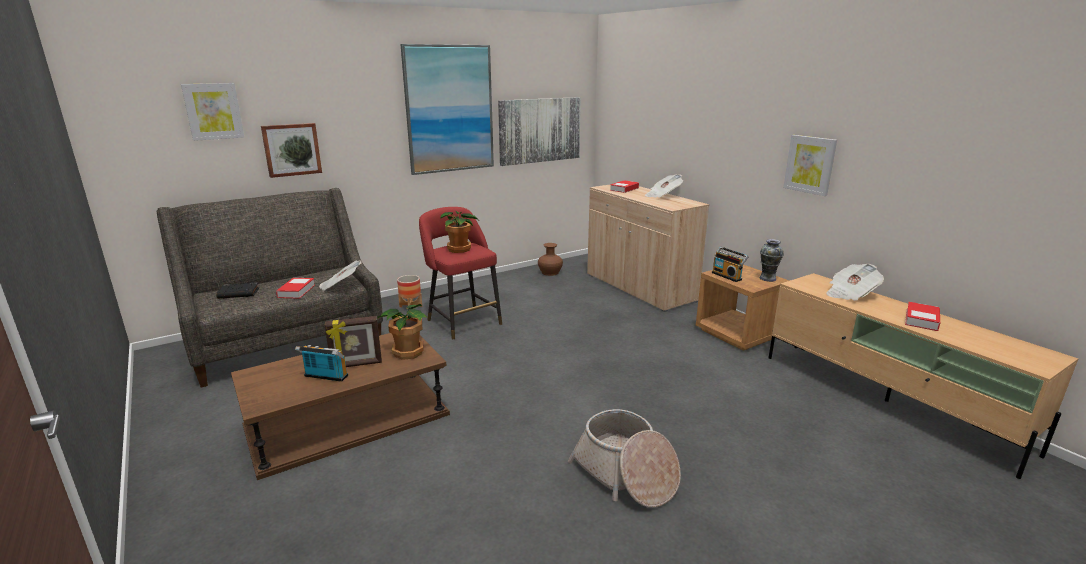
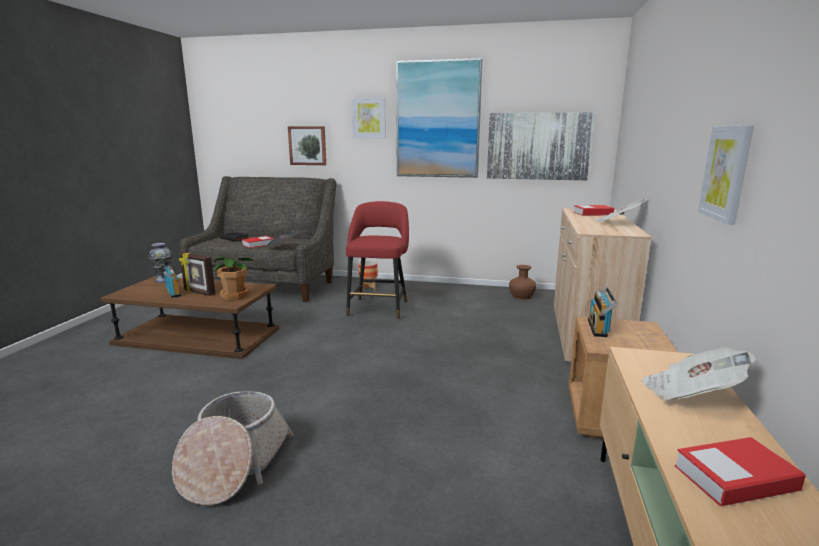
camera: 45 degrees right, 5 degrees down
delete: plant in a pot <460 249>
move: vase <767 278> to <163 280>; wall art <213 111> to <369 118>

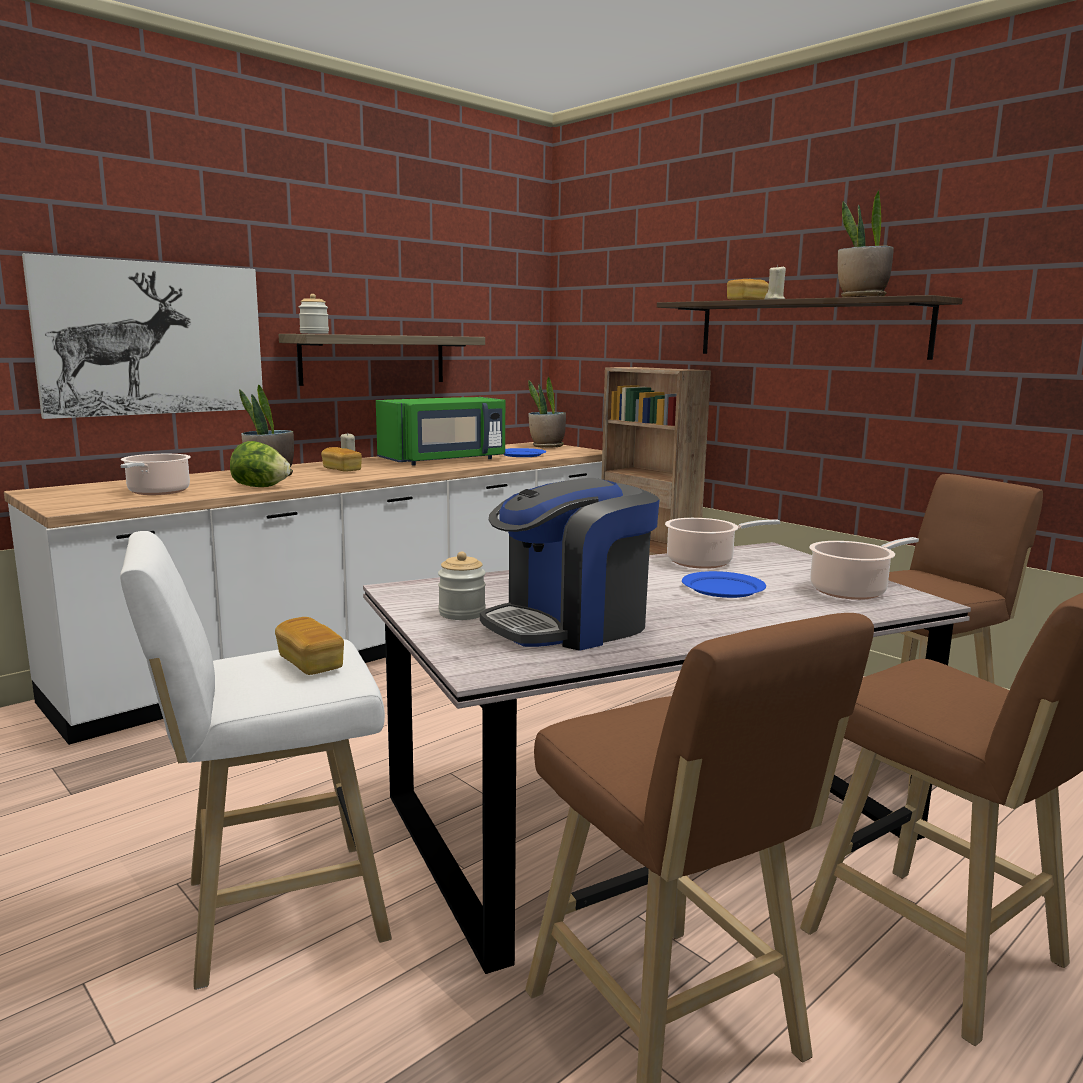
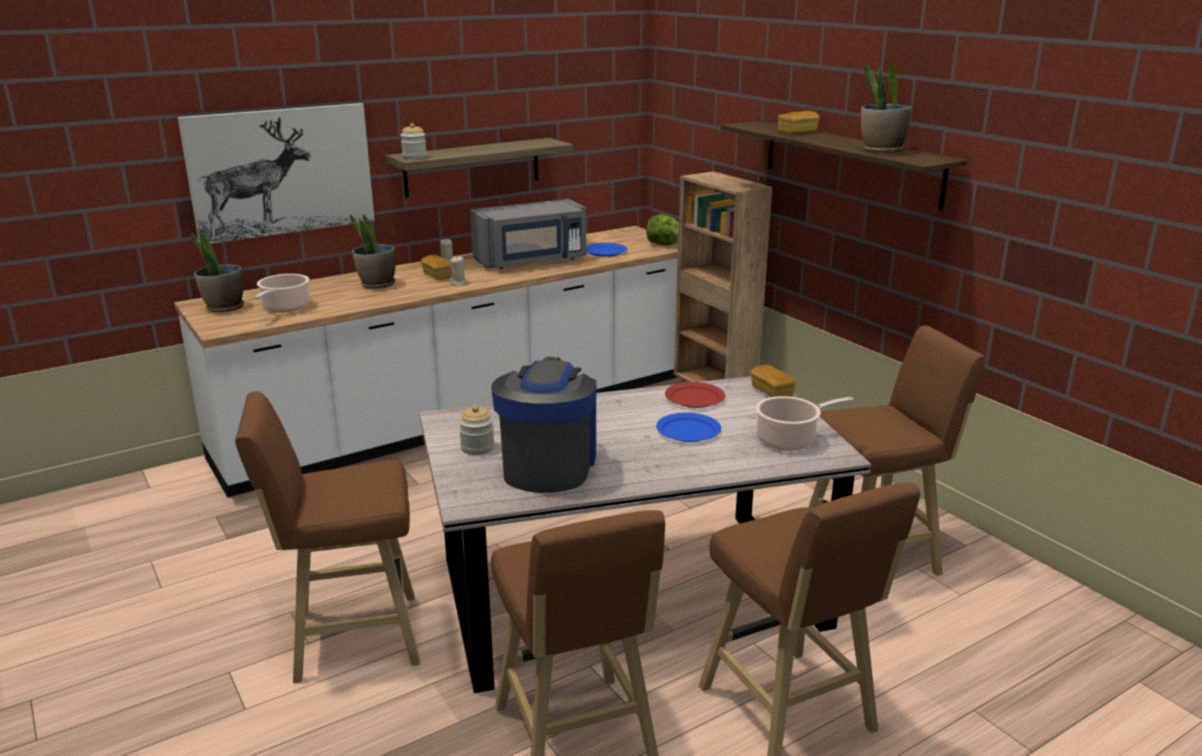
camera: 10 degrees right, 10 degrees up
move: plant in a pot <547 446> to <224 308>; wax candle/beige-coloured <774 300> to <458 283>; lettuce <260 487> to <664 245>; bakery bread <310 663> to <771 392>
replace: cooking pot <704 562> to flat dish/reddish <695 398>
recolor: stool/white <273 912> to stool/brown <349 638>; microwave oven/green <445 460> to microwave oven/grey <531 261>
rotate: coffee maker <570 625> = <548 465> 120 degrees clockwise

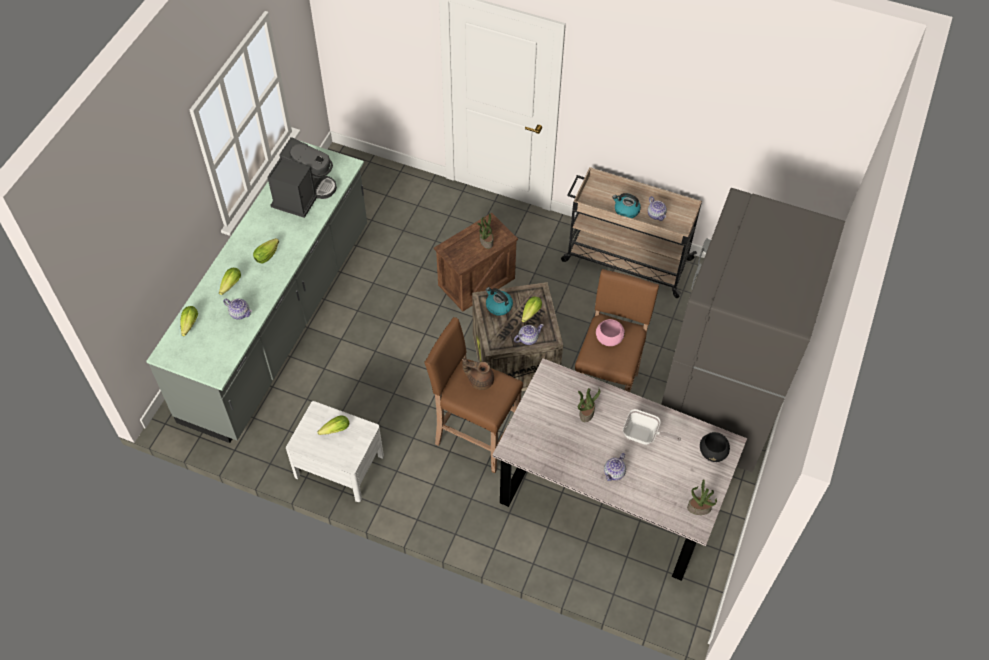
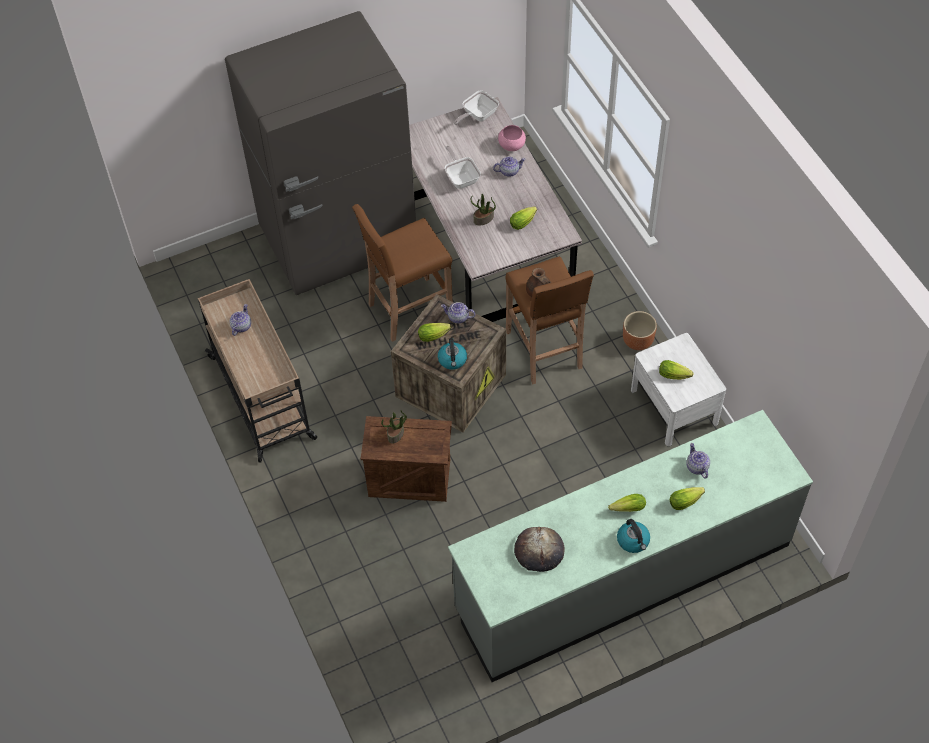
camera: 135 degrees left, 0 degrees up
delete: bowl/black <713 452>
insert: planter/brown <638 341>
move: bowl/pinkish <608 338> to <511 146>; lettuce <189 326> to <524 221>; kettle <626 210> to <633 541>
replace: plant in a pot <699 508> to frying pan <477 116>; coffee maker <303 194> to bakery bread <539 551>

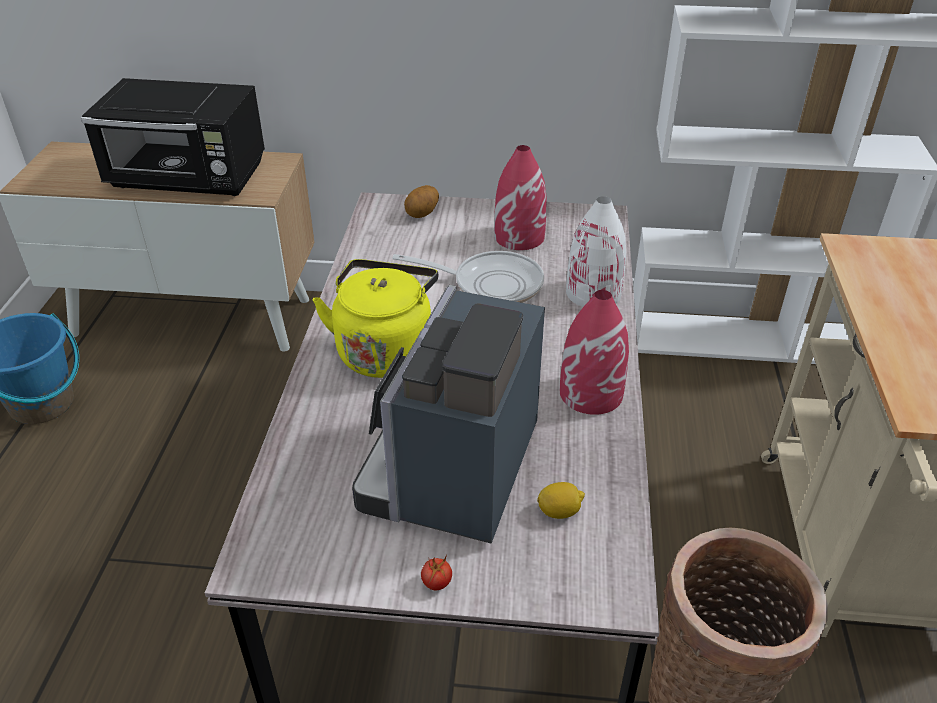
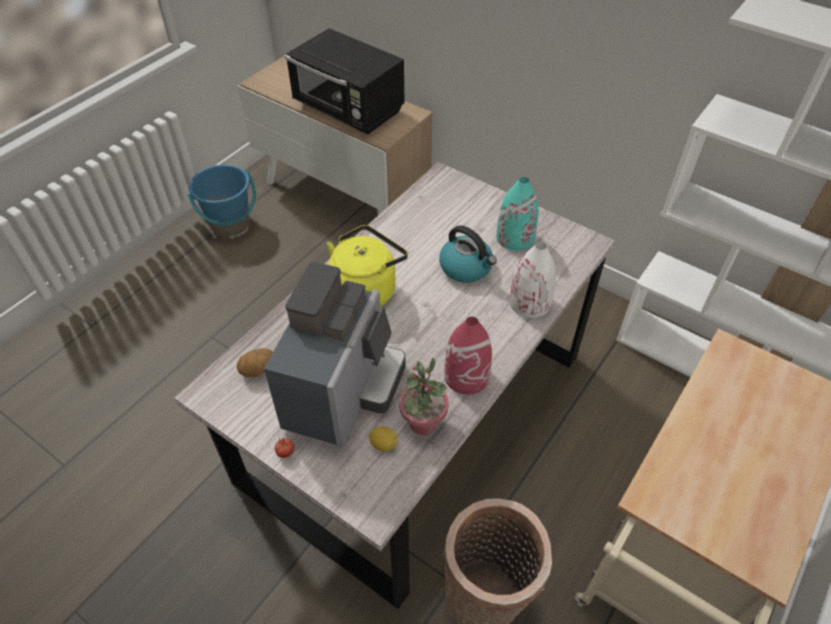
camera: 30 degrees right, 10 degrees up
insert: plant in a pot <423 423>
move: potato <422 214> to <258 370>
replace: frying pan <490 284> to kettle <466 267>
recolor: vase/reddish <519 236> to vase/blue-green <515 237>
rotate: coffee maker <454 474> = <343 391> 150 degrees clockwise

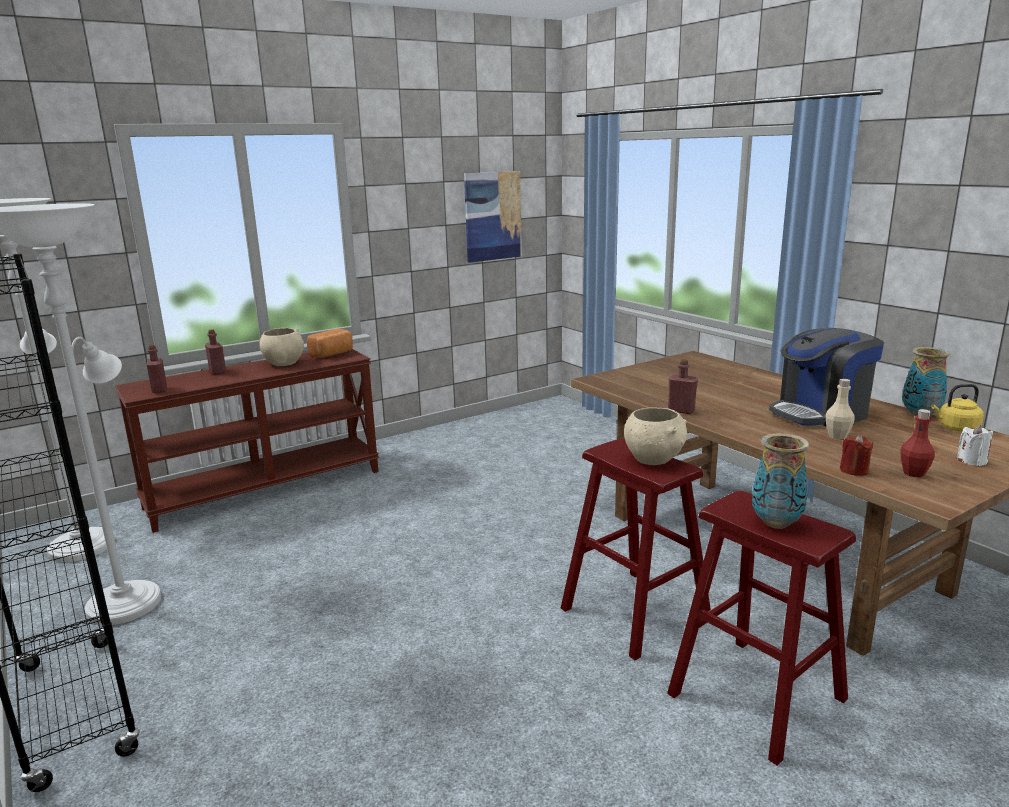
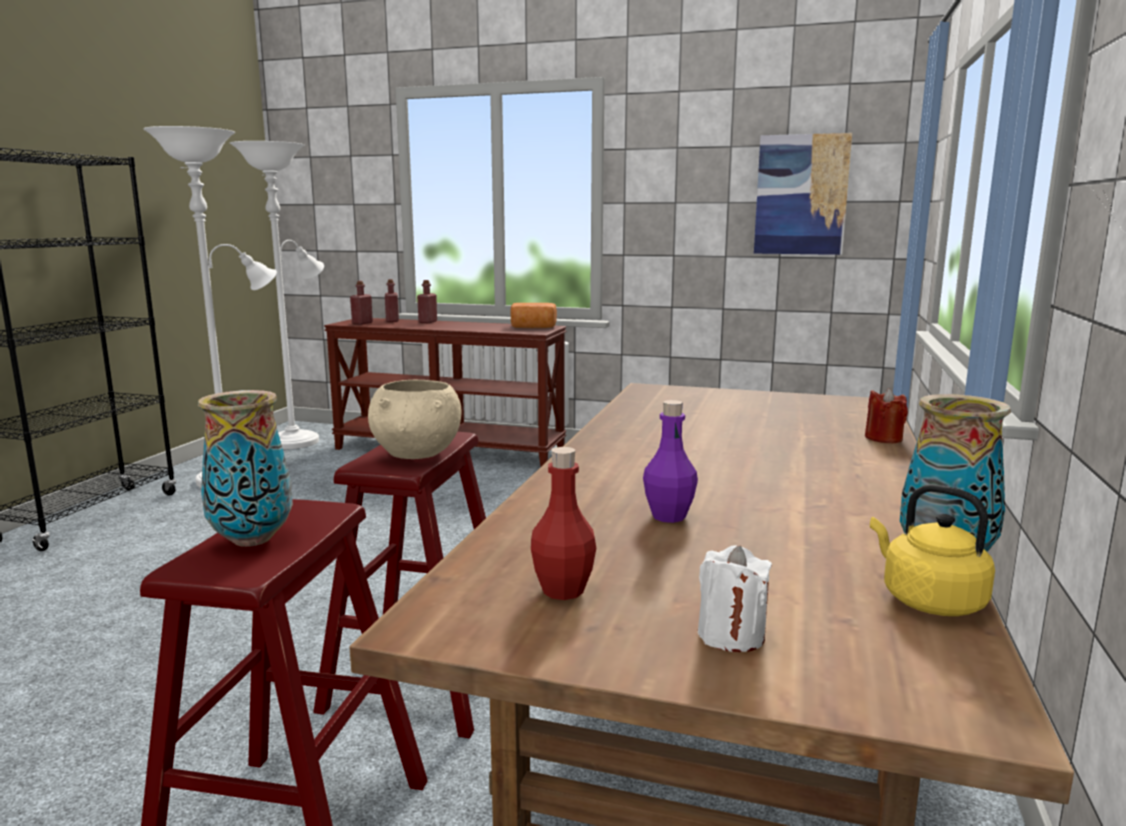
camera: 50 degrees right, 5 degrees down
delete: bowl/beige-coloured <283 363>; coffee maker <821 413>
move: beverage bottle/reddish <681 410> to <392 321>; wax candle/reddish <854 470> to <883 438>
recolor: beverage bottle/beige-coloured <837 436> to beverage bottle/purple-coloured <668 516>

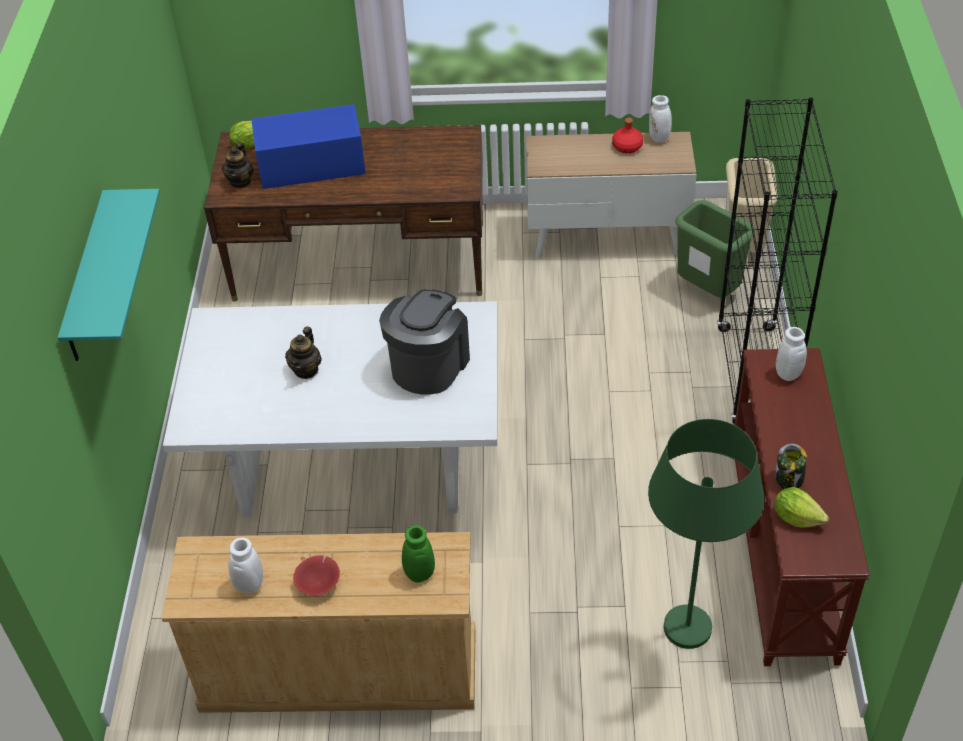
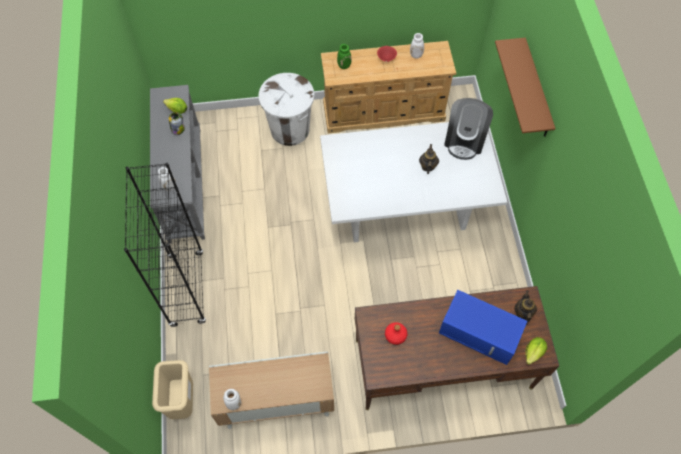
camera: 170 degrees right, 15 degrees up
delete: standard lamp/green <685 651>; rubbish bin/green <708 291>
insert: rubbish bin/white <290 130>
move: beverage bottle/reddish <627 147> to <395 335>; coffee maker <428 365> to <464 140>
recolor: hall table/brown <784 549> to hall table/grey <184 184>; wall shelf/blue-green <87 279> to wall shelf/brown <536 90>
rotate: microwave oven/bluish <310 165> = <480 333> 45 degrees clockwise

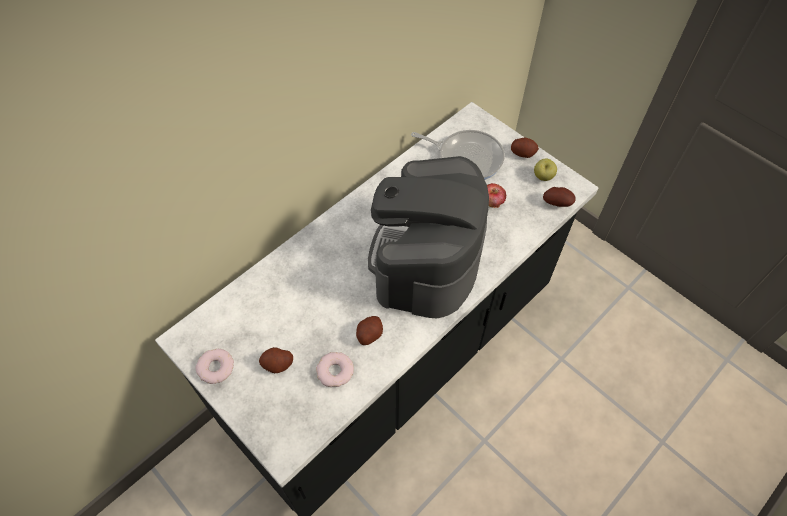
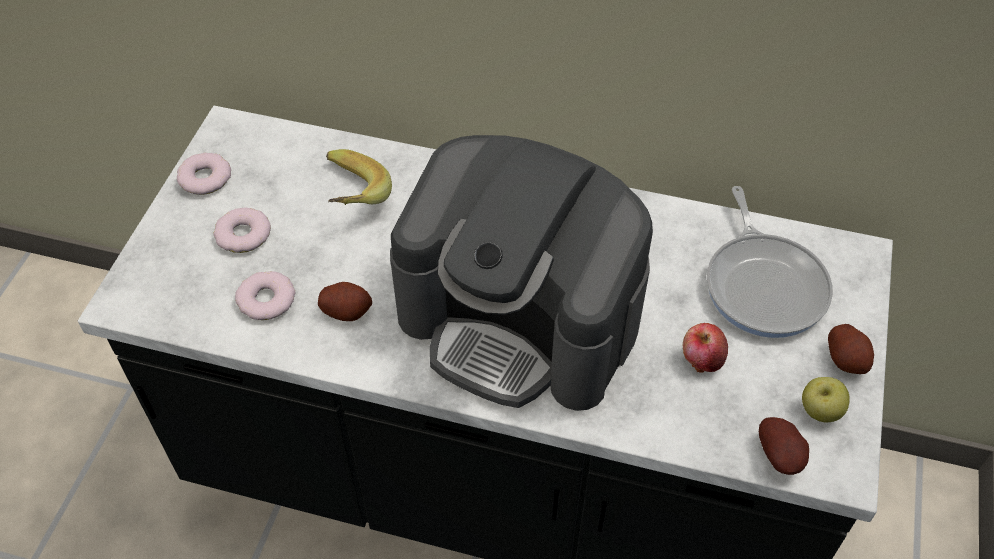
camera: 60 degrees right, 5 degrees down
insert: banana <348 197>
replace: potato <278 364> to ring doughnut <243 235>
rotate: coffee maker <426 260> = <521 320> 135 degrees counterclockwise

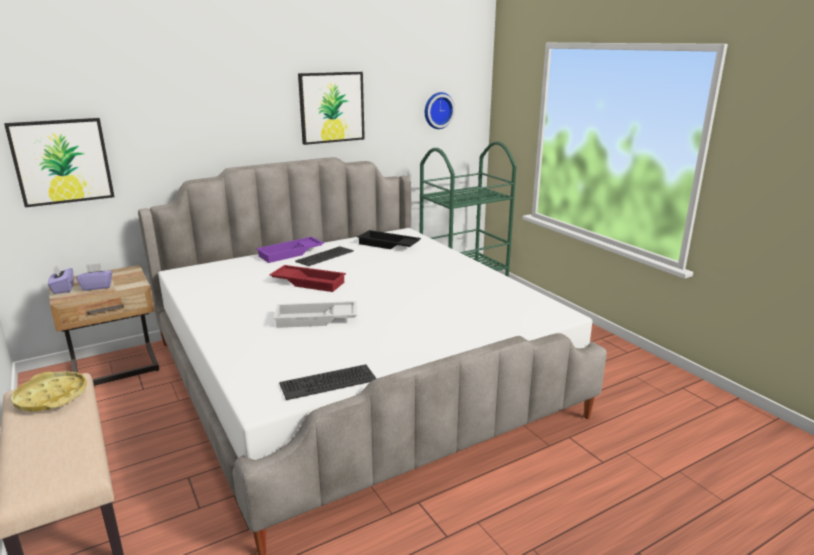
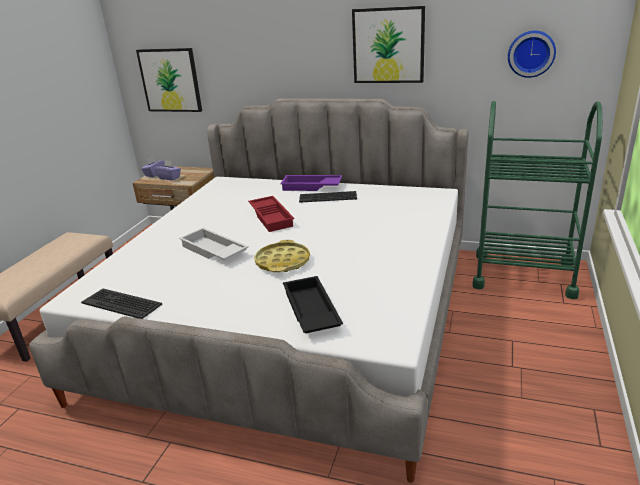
camera: 50 degrees right, 5 degrees up
move: serving tray/yellow-coloured <51 397> to <282 262>; serving tray/black <387 245> to <310 311>

